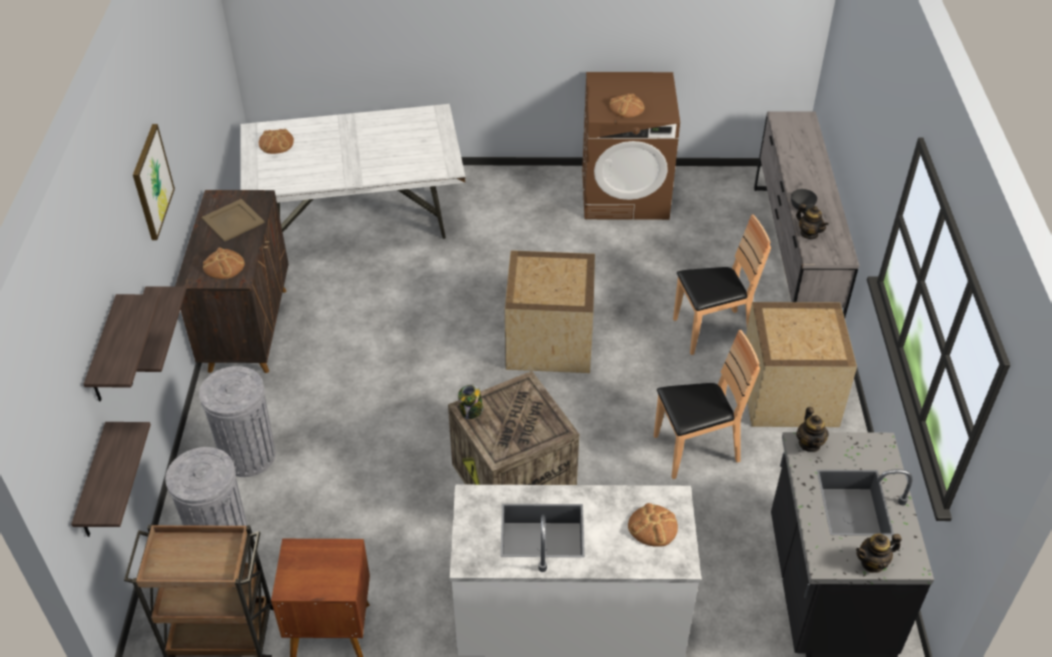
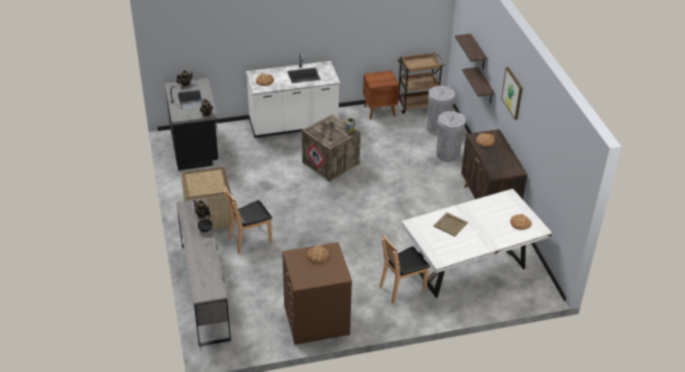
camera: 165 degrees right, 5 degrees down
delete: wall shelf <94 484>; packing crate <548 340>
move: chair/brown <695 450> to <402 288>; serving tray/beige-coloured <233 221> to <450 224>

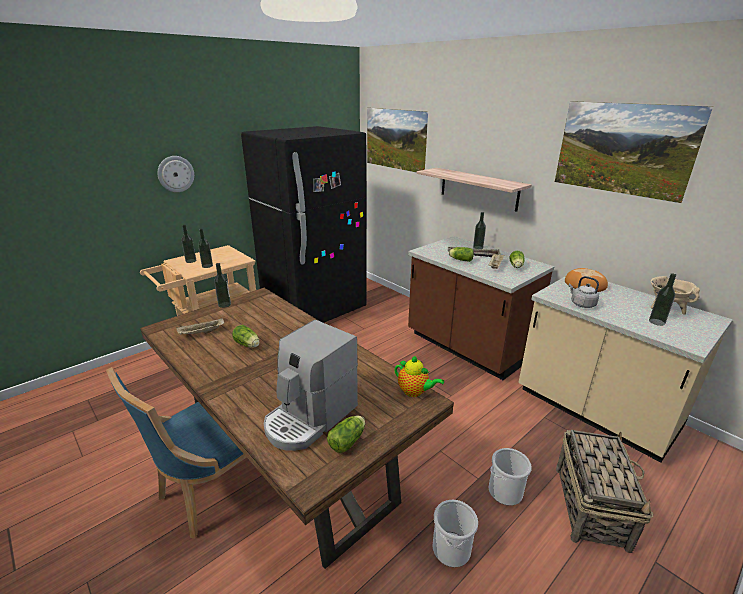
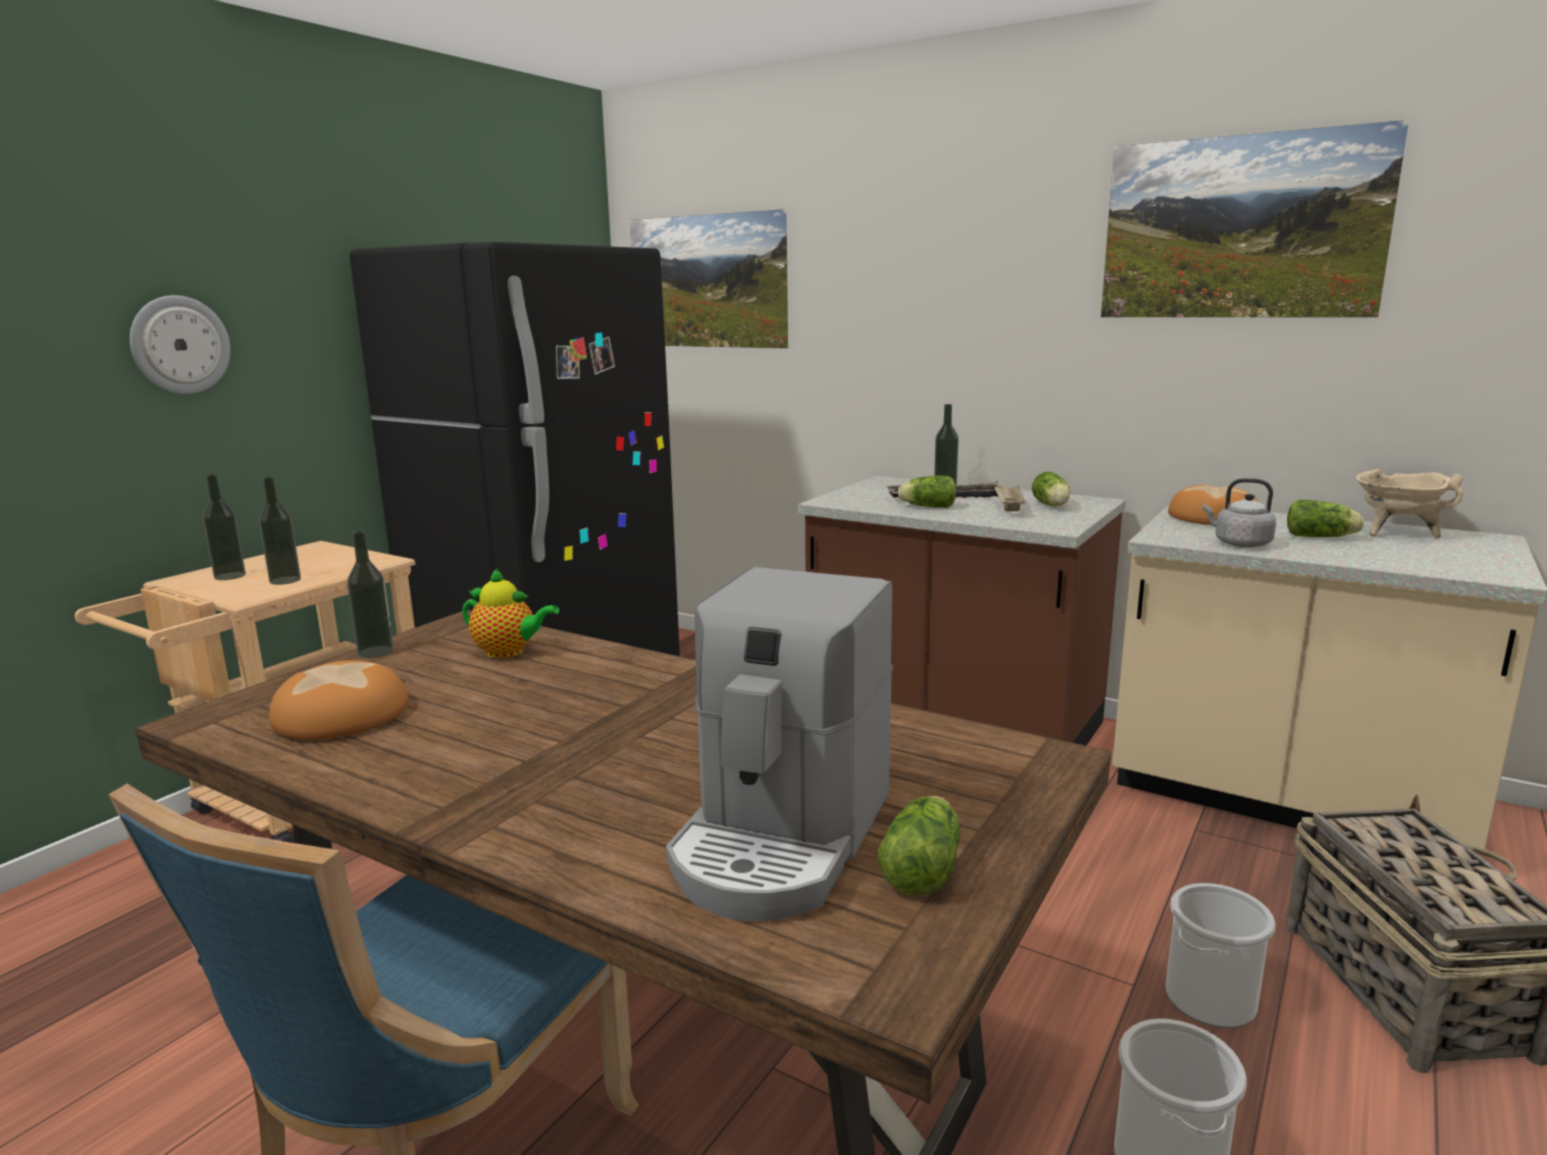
camera: 15 degrees left, 10 degrees down
delete: wall shelf <478 188>; beverage bottle <656 322>
move: teapot <414 392> to <509 652>; lettuce <248 345> to <1322 537>
replace: serving tray/beige-coloured <201 333> to bakery bread <342 714>

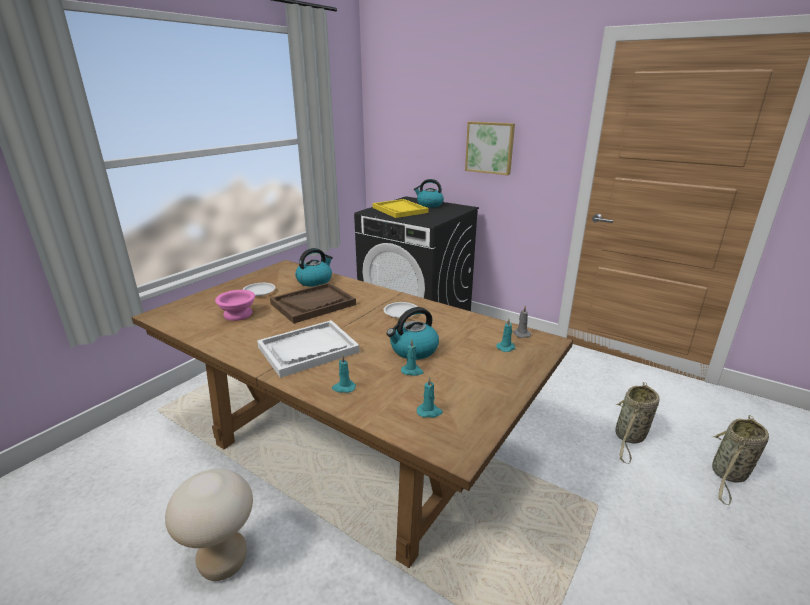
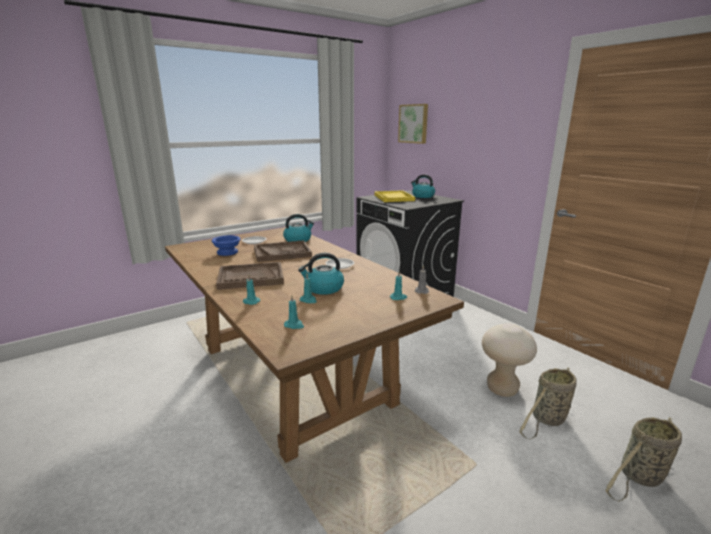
camera: 20 degrees right, 5 degrees down
move: wall art <490 147> to <414 123>; stool/beige-coloured <223 562> to <502 389>
recolor: bowl/pinkish <237 314> to bowl/bluish <226 252>; serving tray/white <308 350> to serving tray/brown <250 277>

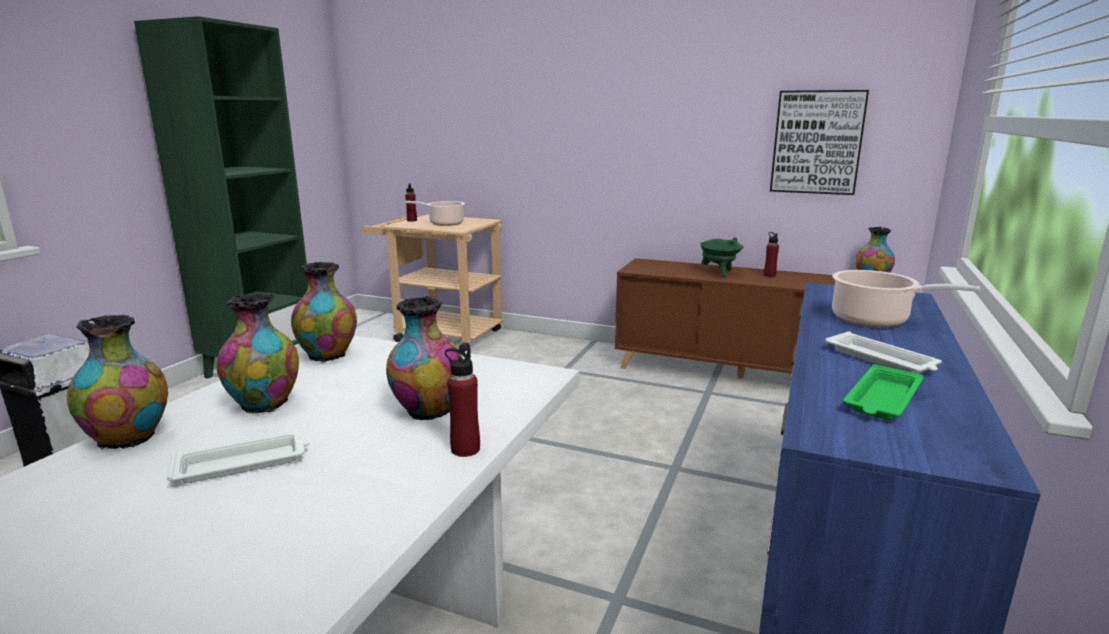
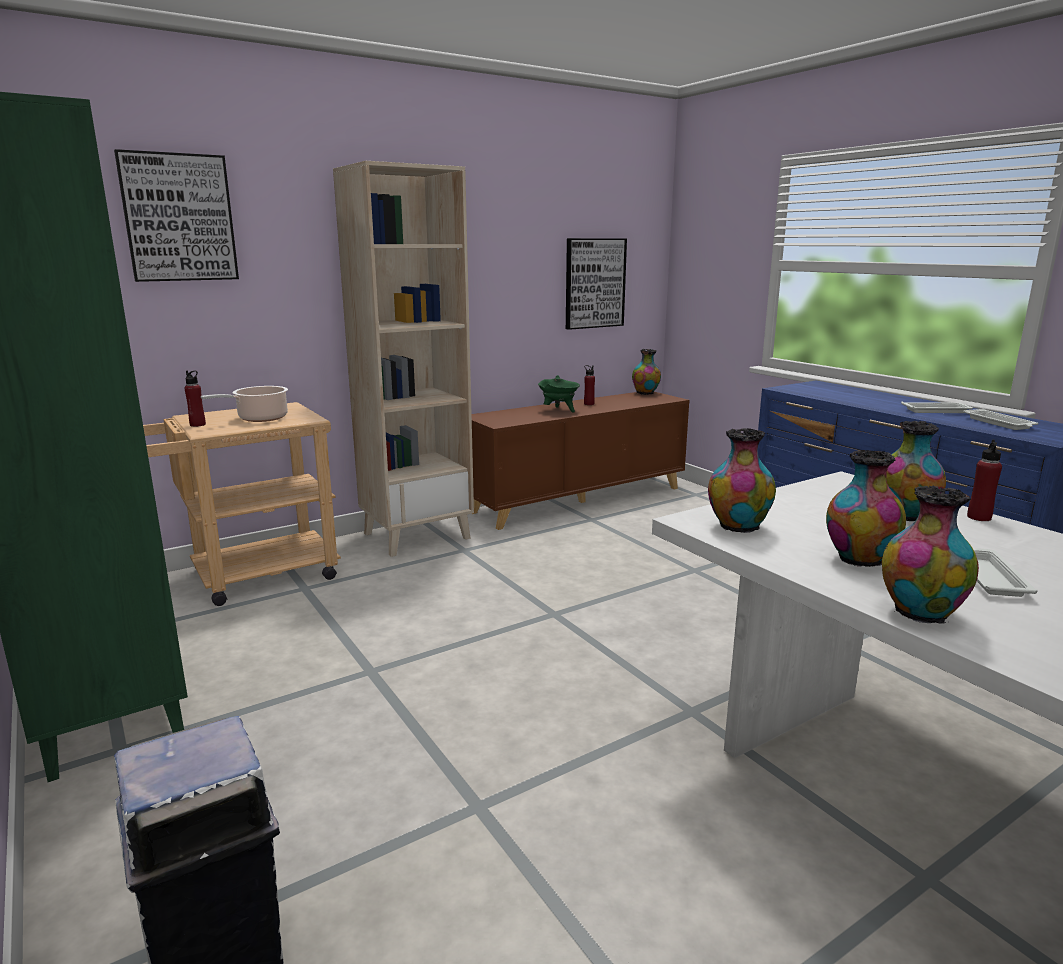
camera: 55 degrees left, 0 degrees up
delete: cooking pot <875 320>
insert: wall art <179 218>; bookshelf/beige-coloured <417 535>
recolor: serving tray/green <882 399> to serving tray/white <999 423>

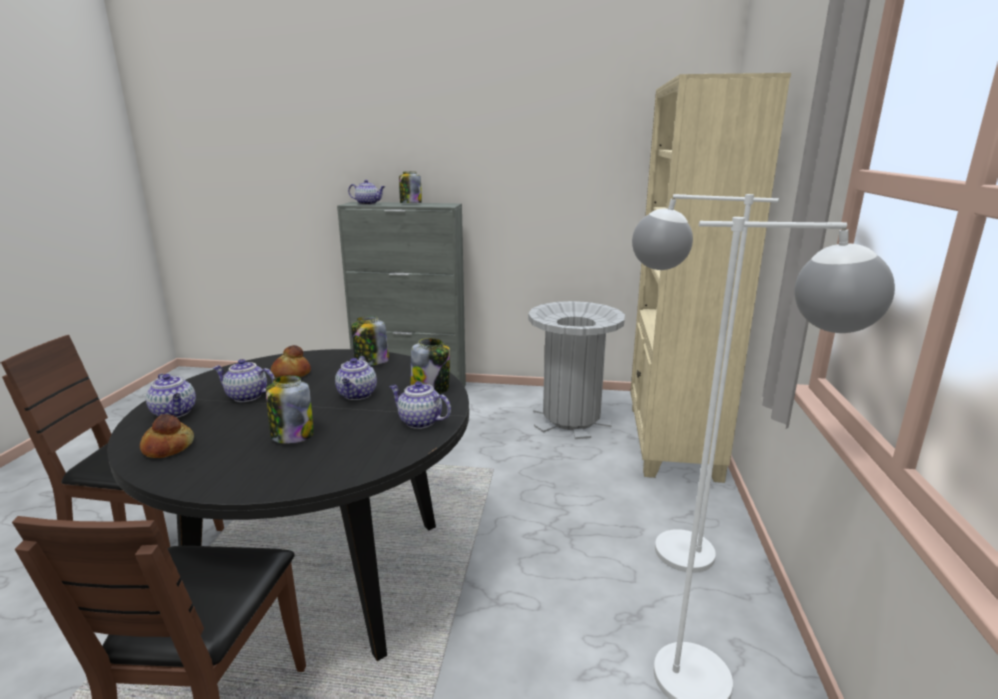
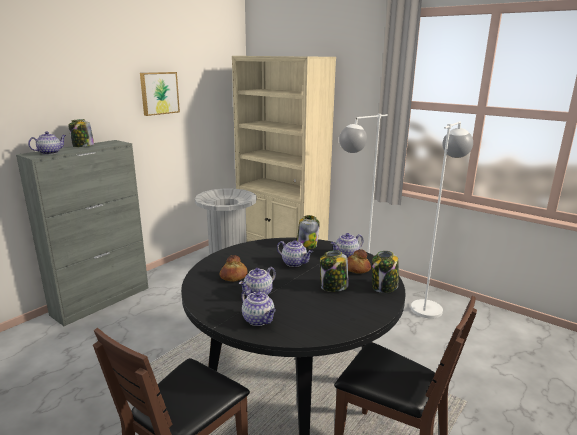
camera: 60 degrees left, 0 degrees up
insert: wall art <159 93>
move: bakery bread <168 447> to <356 269>; storage jar <371 362> to <384 287>
rotate: teapot <175 413> = <259 320> 60 degrees clockwise

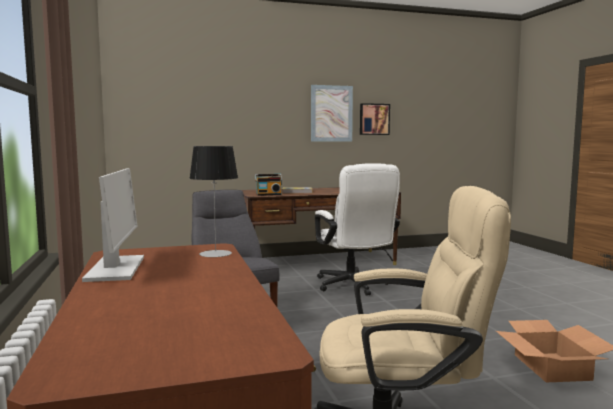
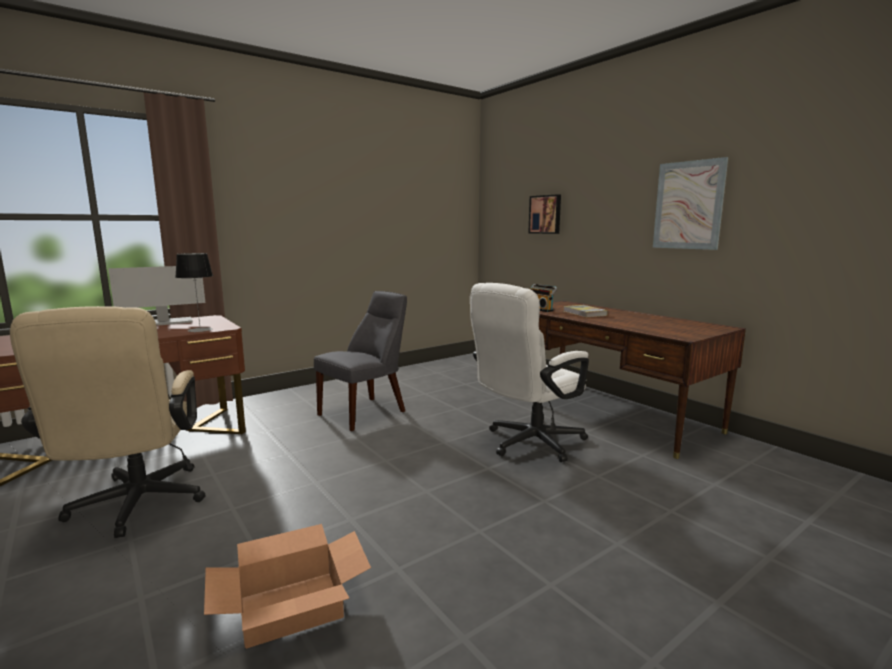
camera: 70 degrees right, 5 degrees up
move: wall art <374 119> to <545 214>

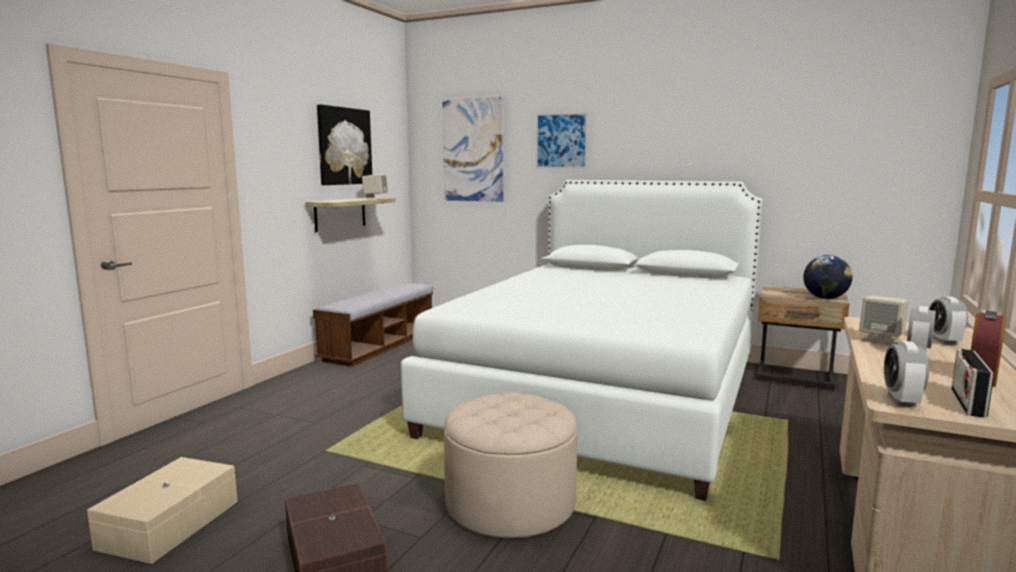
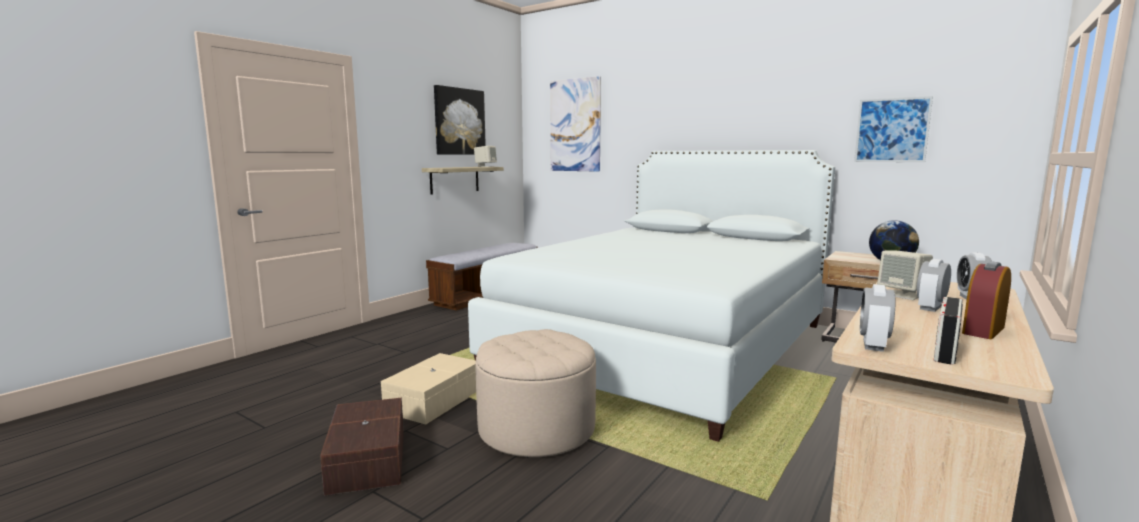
camera: 10 degrees right, 0 degrees up
move: storage bin/beige-coloured <167 524> to <432 400>; wall art <561 141> to <892 130>

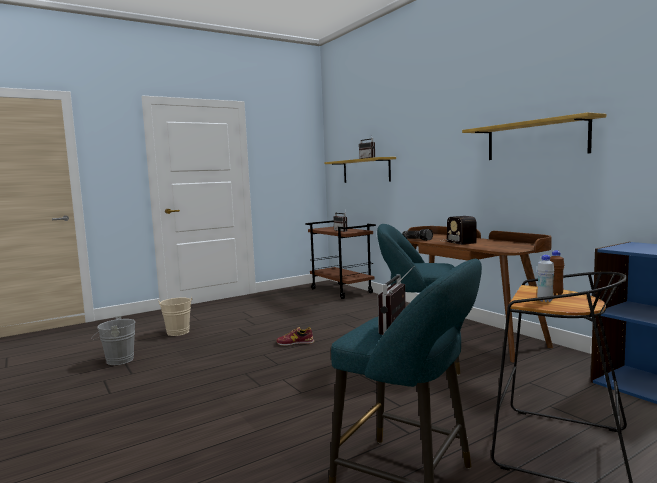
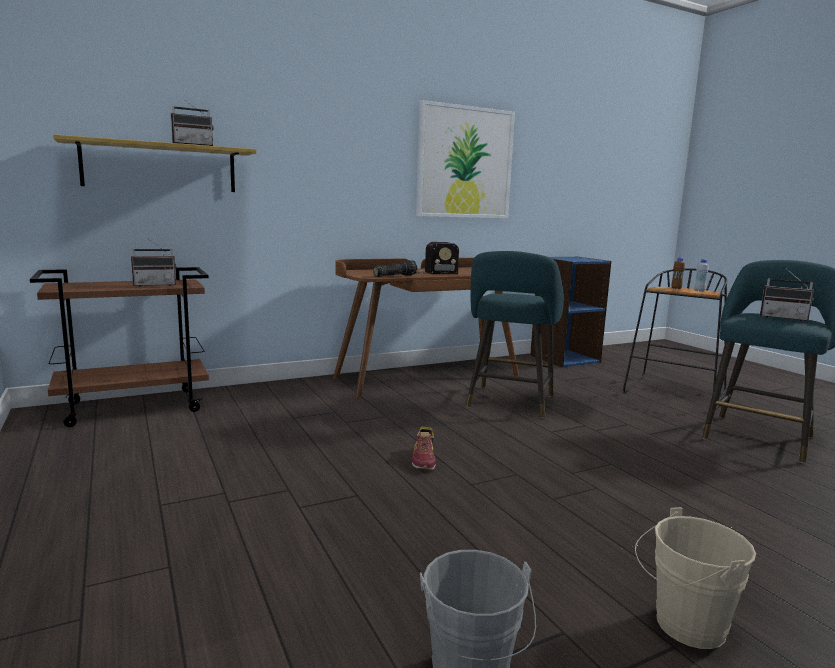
camera: 85 degrees left, 5 degrees up
move: pail/beige-coloured <178 331> to <683 626>
replace: wall shelf <535 140> to wall art <464 163>

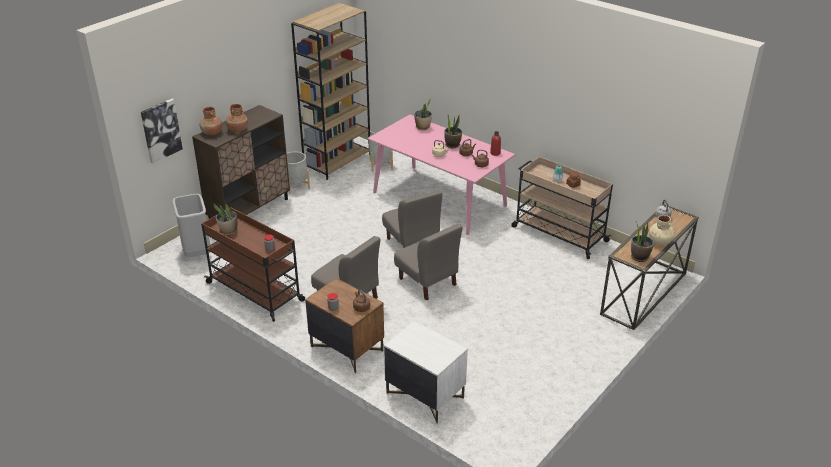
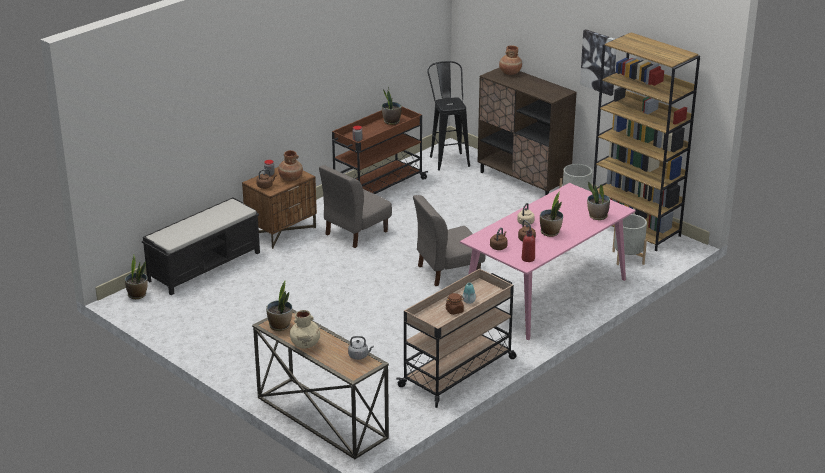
camera: 95 degrees right, 5 degrees down
delete: chair/grey <427 282>
insert: plant in a pot <137 295>
move: vase/brown <237 129> to <290 178>; wall art <161 130> to <599 62>
replace: nightstand/white <424 395> to bench/black <205 266>; rubbish bin/grey <196 252> to stool/black <448 159>

